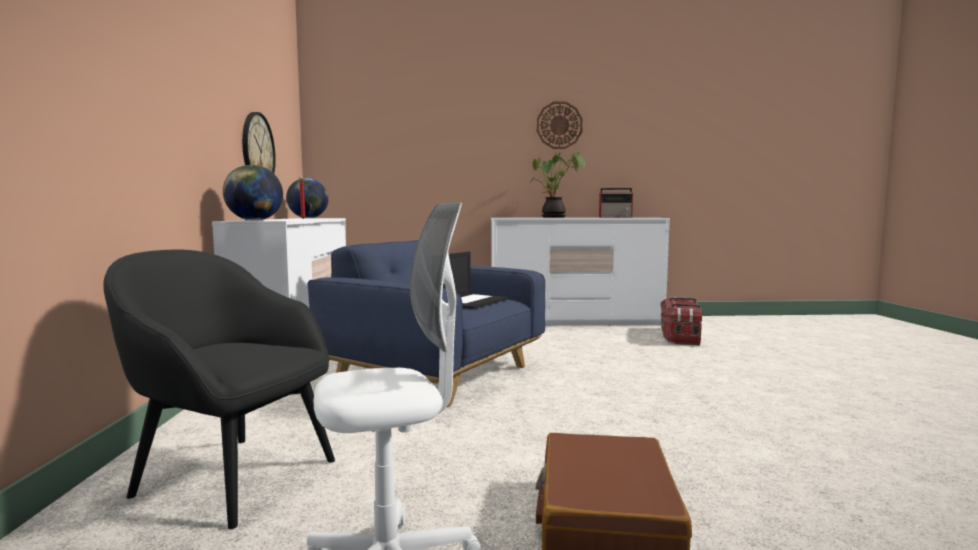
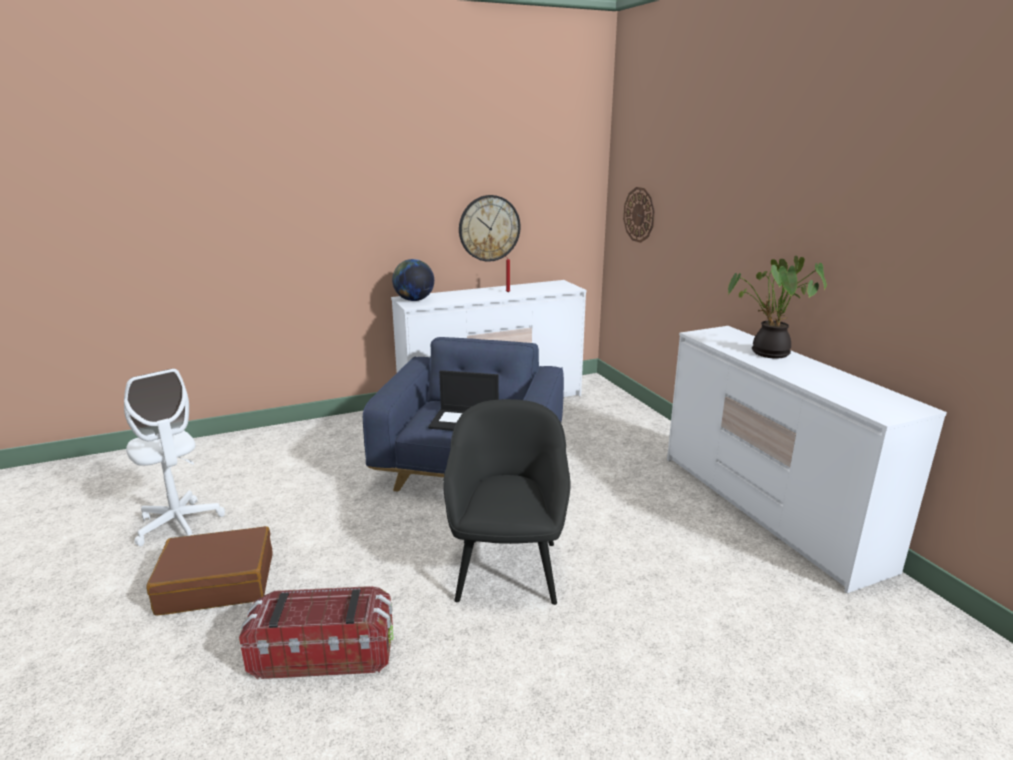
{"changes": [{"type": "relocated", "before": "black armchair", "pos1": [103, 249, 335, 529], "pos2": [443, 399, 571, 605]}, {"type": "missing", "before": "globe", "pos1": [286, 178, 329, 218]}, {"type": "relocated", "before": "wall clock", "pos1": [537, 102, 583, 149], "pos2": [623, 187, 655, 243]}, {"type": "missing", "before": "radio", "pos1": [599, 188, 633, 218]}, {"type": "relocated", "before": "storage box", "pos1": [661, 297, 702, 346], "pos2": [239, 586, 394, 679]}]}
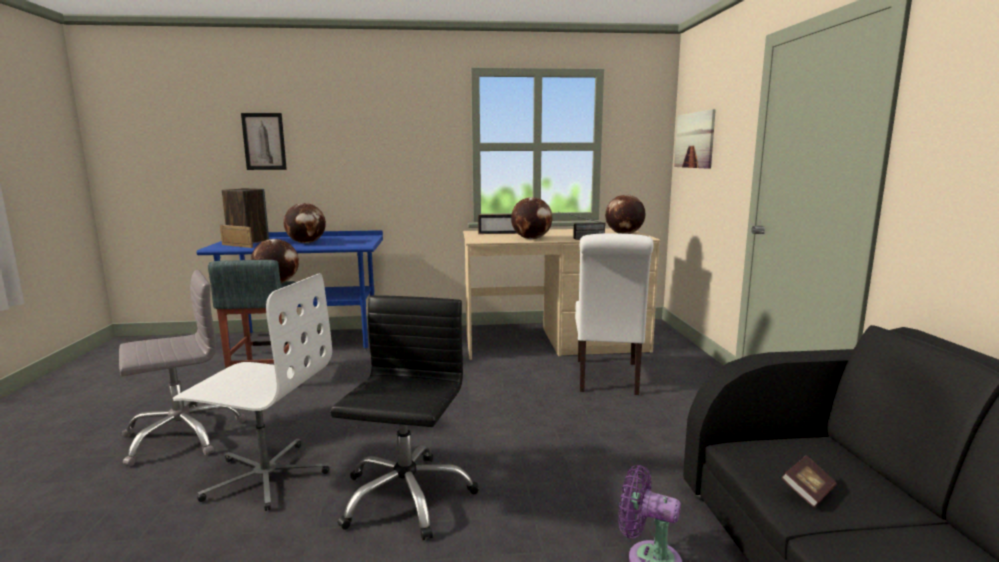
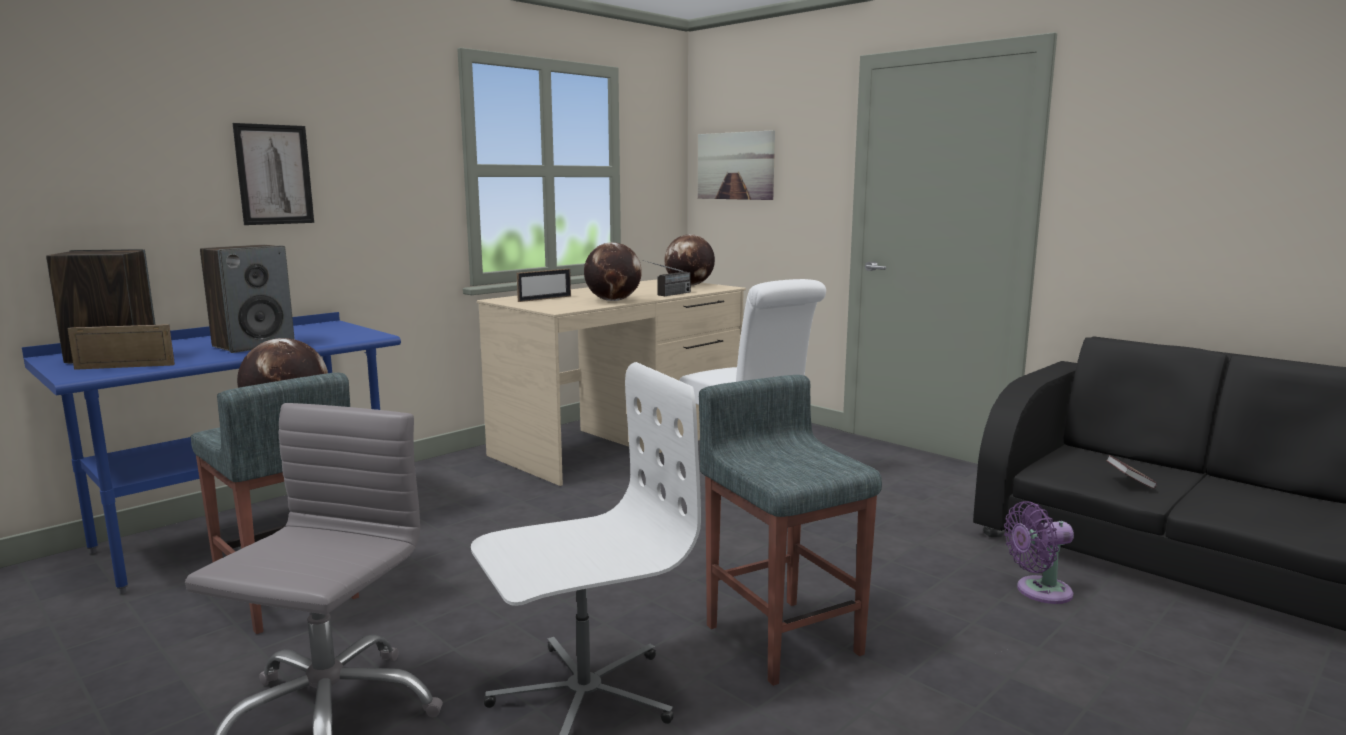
{"changes": [{"type": "relocated", "before": "picture", "pos1": [241, 113, 287, 170], "pos2": [232, 123, 314, 225]}, {"type": "exchanged", "before": "globe", "after": "speaker", "pos1": [284, 203, 326, 243], "pos2": [200, 244, 295, 353]}, {"type": "exchanged", "before": "black office chair", "after": "grey stool", "pos1": [330, 295, 479, 540], "pos2": [699, 375, 882, 686]}]}
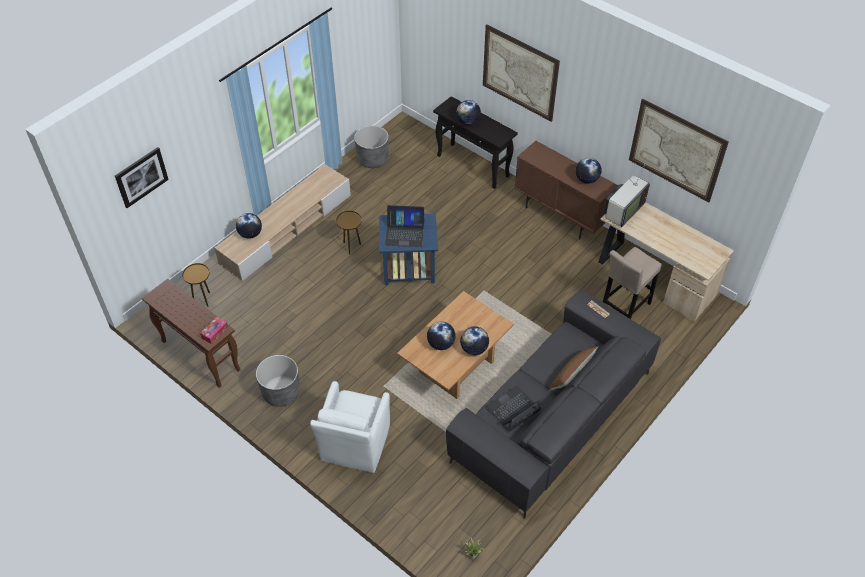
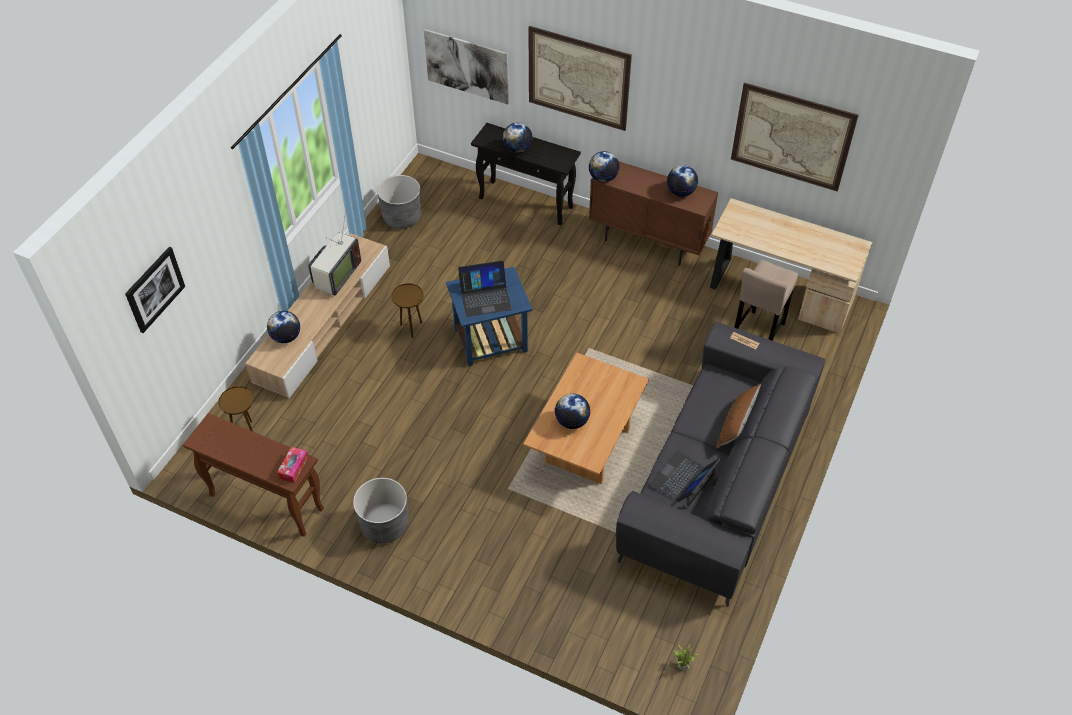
{"changes": [{"type": "missing", "before": "white armchair", "pos1": [310, 381, 390, 473]}, {"type": "relocated", "before": "globe", "pos1": [460, 327, 489, 355], "pos2": [589, 151, 620, 182]}, {"type": "relocated", "before": "television", "pos1": [604, 162, 650, 227], "pos2": [308, 218, 361, 296]}, {"type": "appeared", "after": "picture", "pos2": [424, 29, 509, 104]}]}
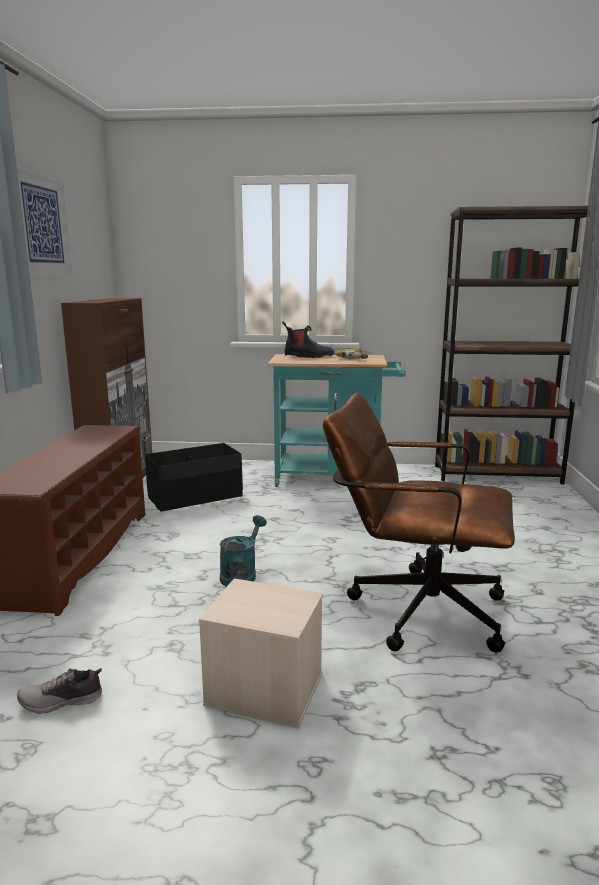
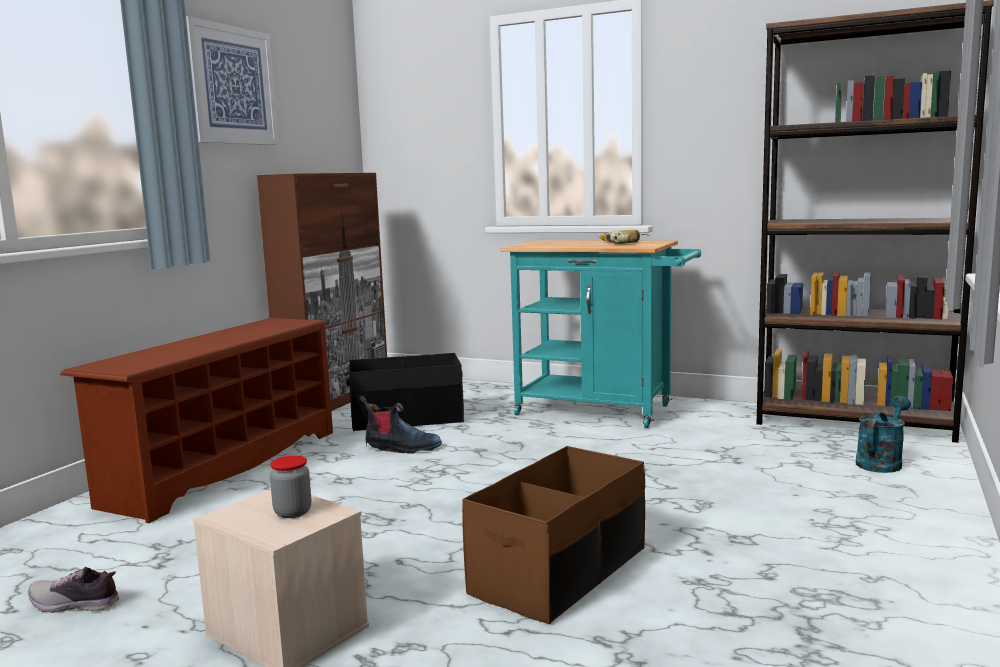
{"changes": [{"type": "relocated", "before": "turquoise watering can", "pos1": [219, 515, 267, 586], "pos2": [856, 396, 911, 473]}, {"type": "relocated", "before": "boot", "pos1": [282, 321, 335, 358], "pos2": [359, 395, 442, 454]}, {"type": "exchanged", "before": "brown office chair", "after": "brown storage box", "pos1": [323, 393, 515, 653], "pos2": [462, 446, 645, 624]}, {"type": "appeared", "after": "jar", "pos2": [270, 455, 311, 518]}]}
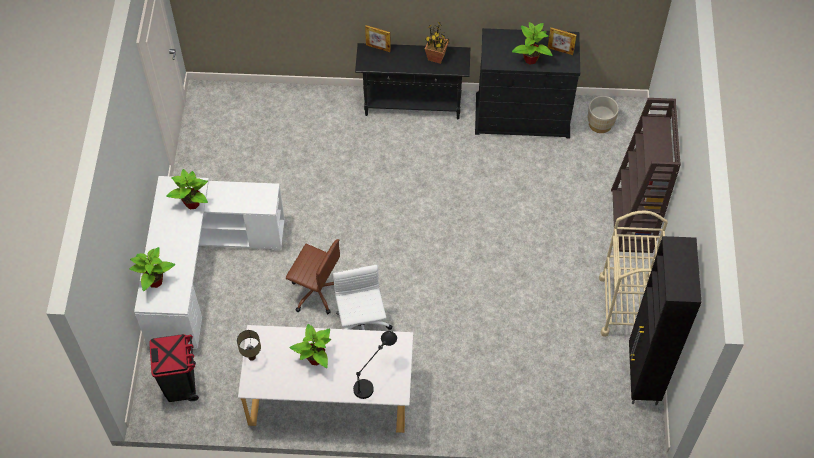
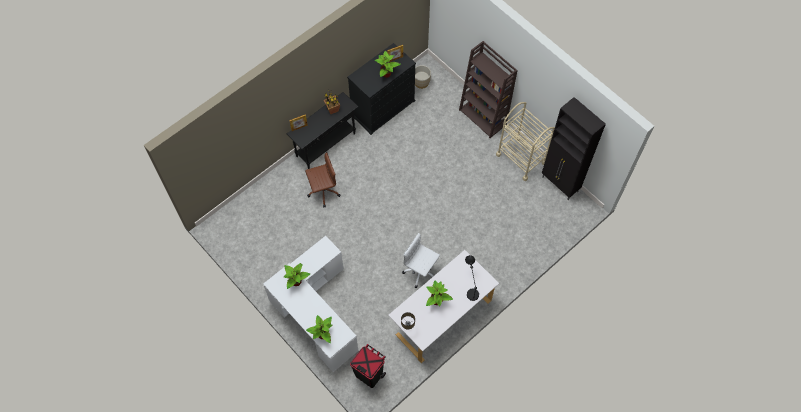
{"changes": [{"type": "relocated", "before": "brown office chair", "pos1": [286, 239, 340, 315], "pos2": [305, 152, 340, 207]}]}
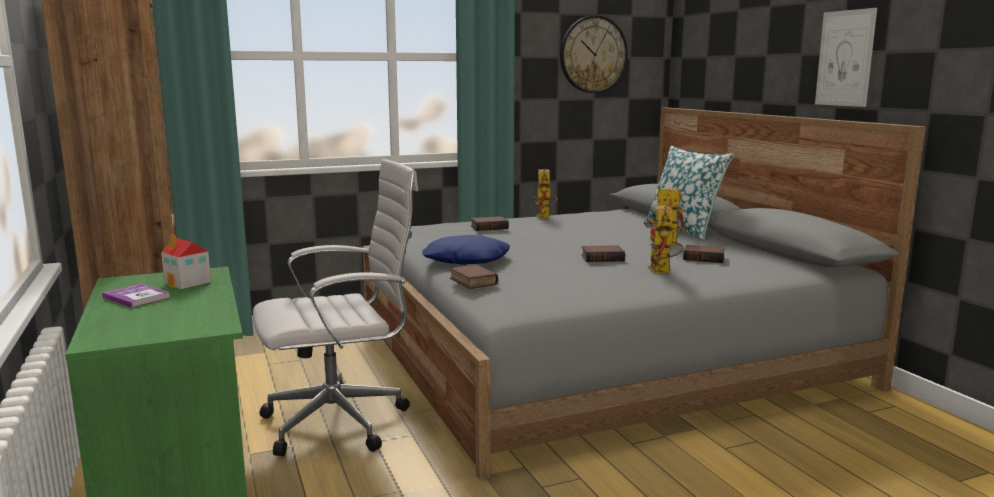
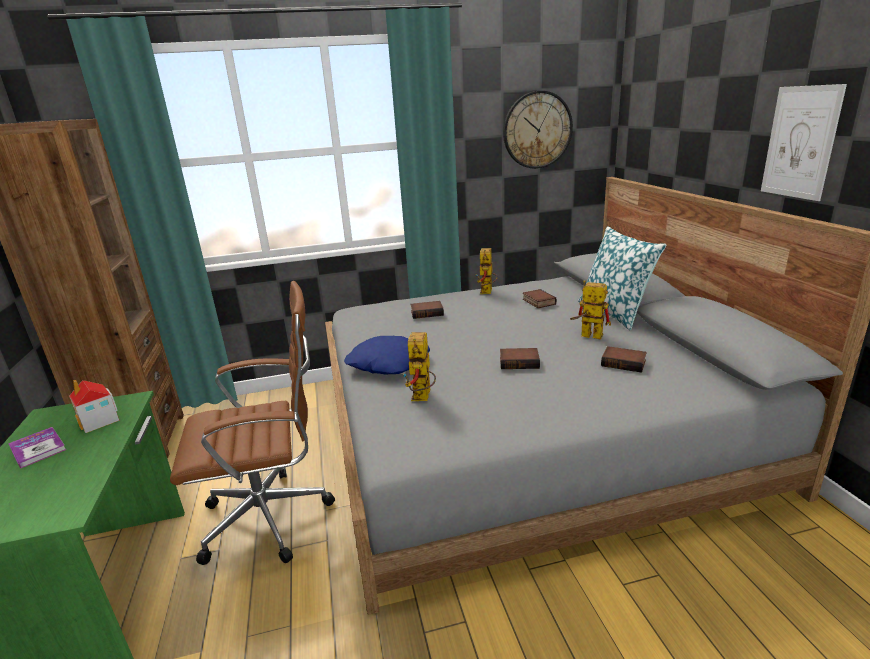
{"changes": [{"type": "colour", "before": "white office chair", "after": "brown office chair", "pos1": [253, 159, 418, 456], "pos2": [170, 281, 335, 565]}, {"type": "relocated", "before": "book", "pos1": [450, 264, 498, 289], "pos2": [523, 289, 557, 308]}, {"type": "relocated", "before": "toy robot", "pos1": [648, 206, 683, 273], "pos2": [403, 332, 436, 401]}]}
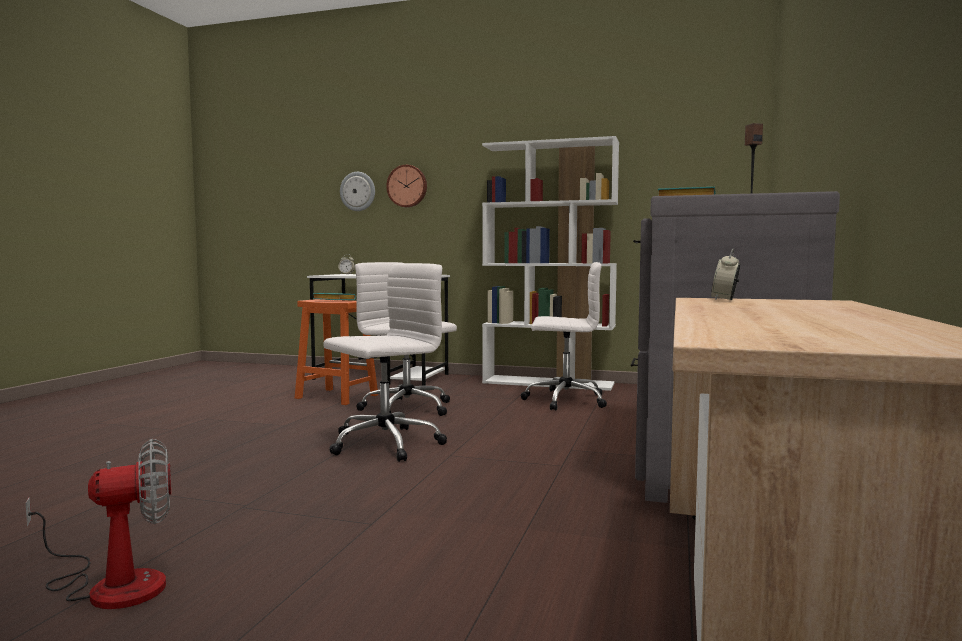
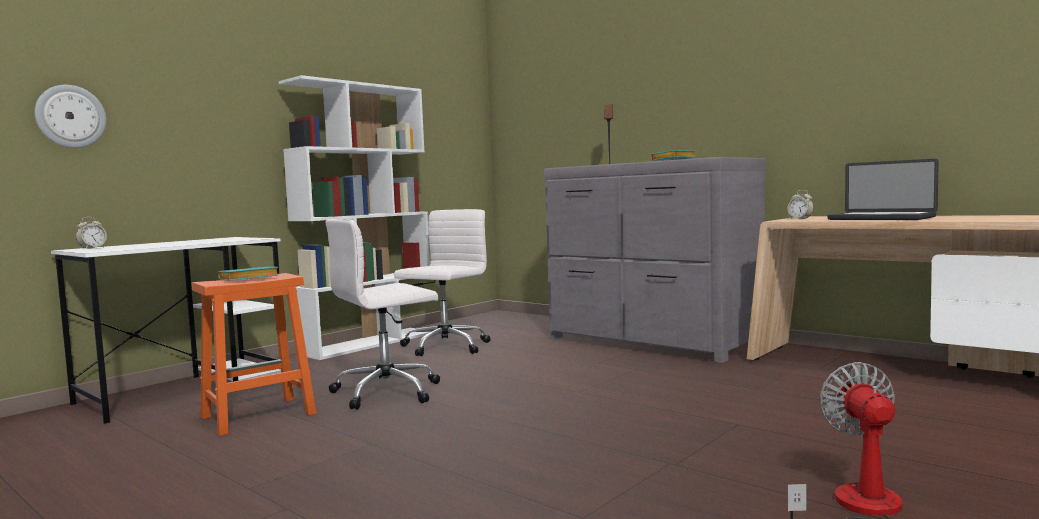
{"changes": [{"type": "missing", "before": "white office chair", "pos1": [323, 263, 447, 462]}, {"type": "missing", "before": "wall clock", "pos1": [386, 165, 427, 208]}, {"type": "appeared", "after": "laptop", "pos2": [827, 159, 939, 220]}]}
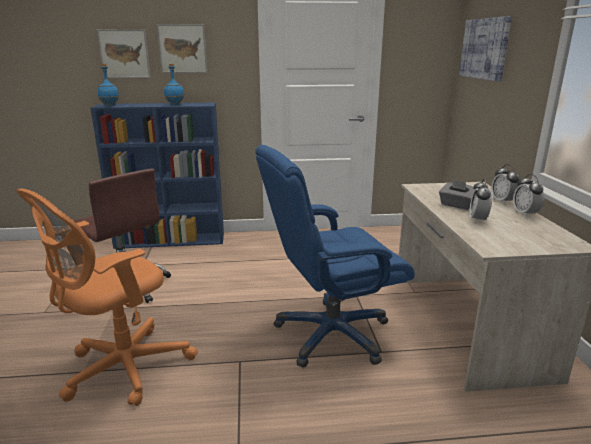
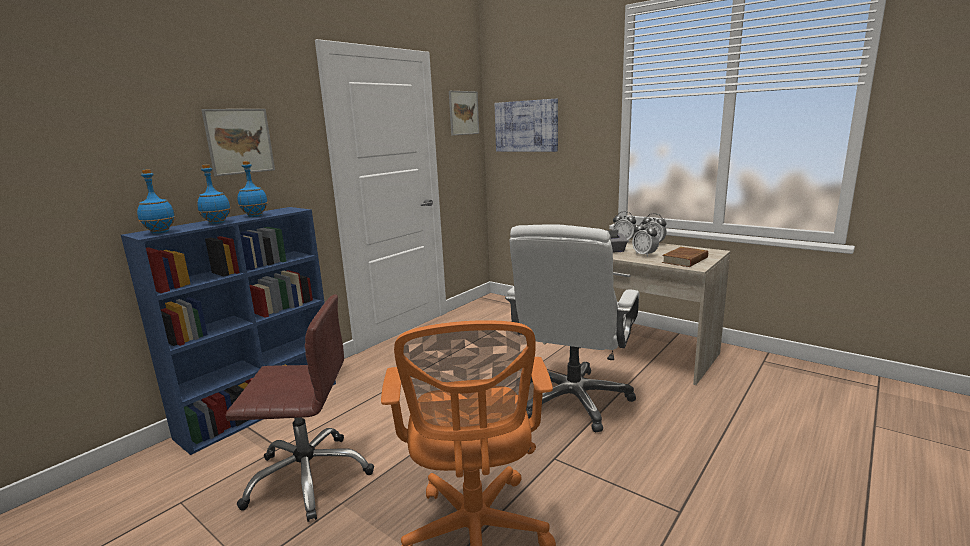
{"changes": [{"type": "relocated", "before": "picture", "pos1": [97, 29, 151, 78], "pos2": [449, 91, 479, 136]}, {"type": "colour", "before": "blue office chair", "after": "white office chair", "pos1": [255, 145, 415, 367], "pos2": [505, 224, 640, 432]}, {"type": "appeared", "after": "blue bottle", "pos2": [197, 164, 231, 224]}, {"type": "appeared", "after": "brown book", "pos2": [662, 247, 708, 267]}]}
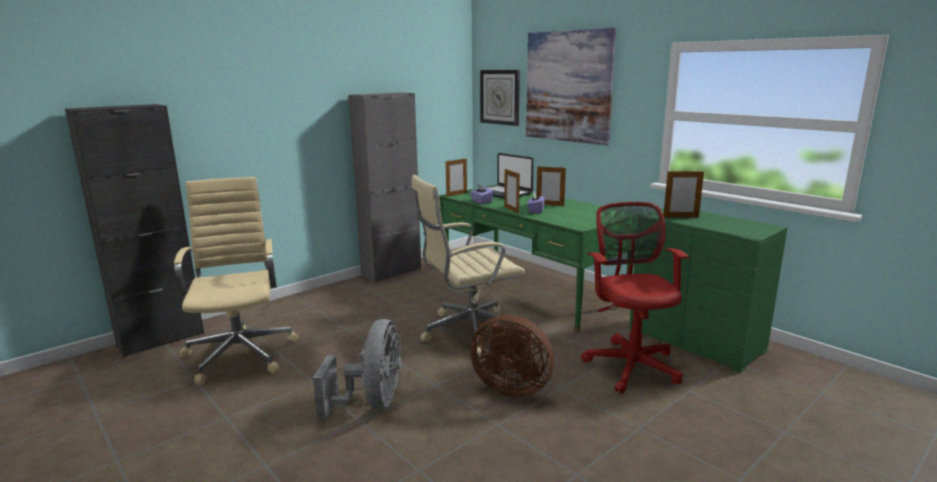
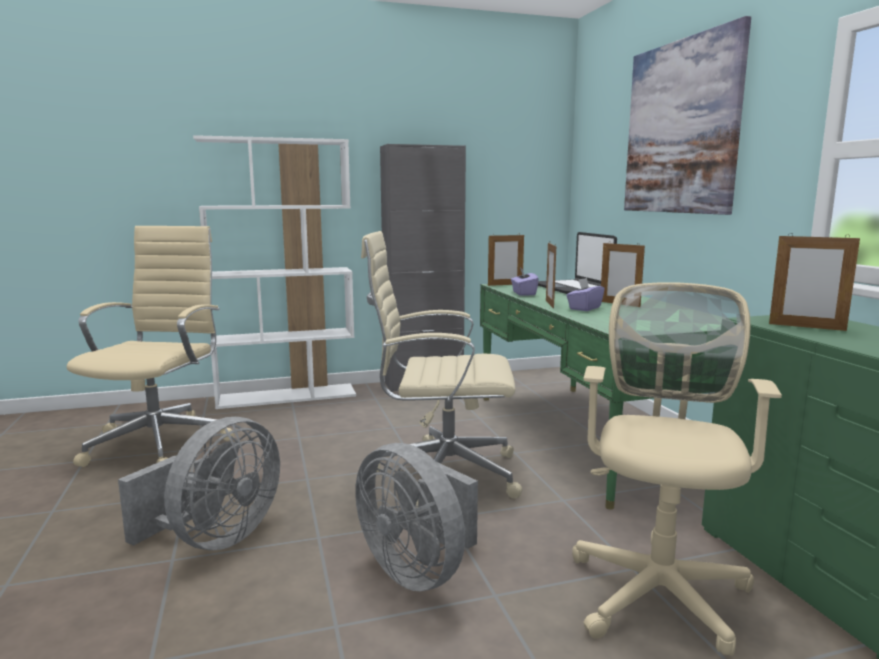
{"changes": [{"type": "missing", "before": "black cabinet", "pos1": [65, 104, 204, 358]}, {"type": "colour", "before": "brown fan", "after": "grey fan", "pos1": [470, 315, 554, 397], "pos2": [355, 443, 478, 591]}, {"type": "missing", "before": "wall clock", "pos1": [480, 70, 520, 126]}, {"type": "colour", "before": "red office chair", "after": "beige office chair", "pos1": [581, 202, 690, 394], "pos2": [572, 282, 782, 656]}, {"type": "appeared", "after": "white bookcase", "pos2": [193, 135, 356, 409]}]}
